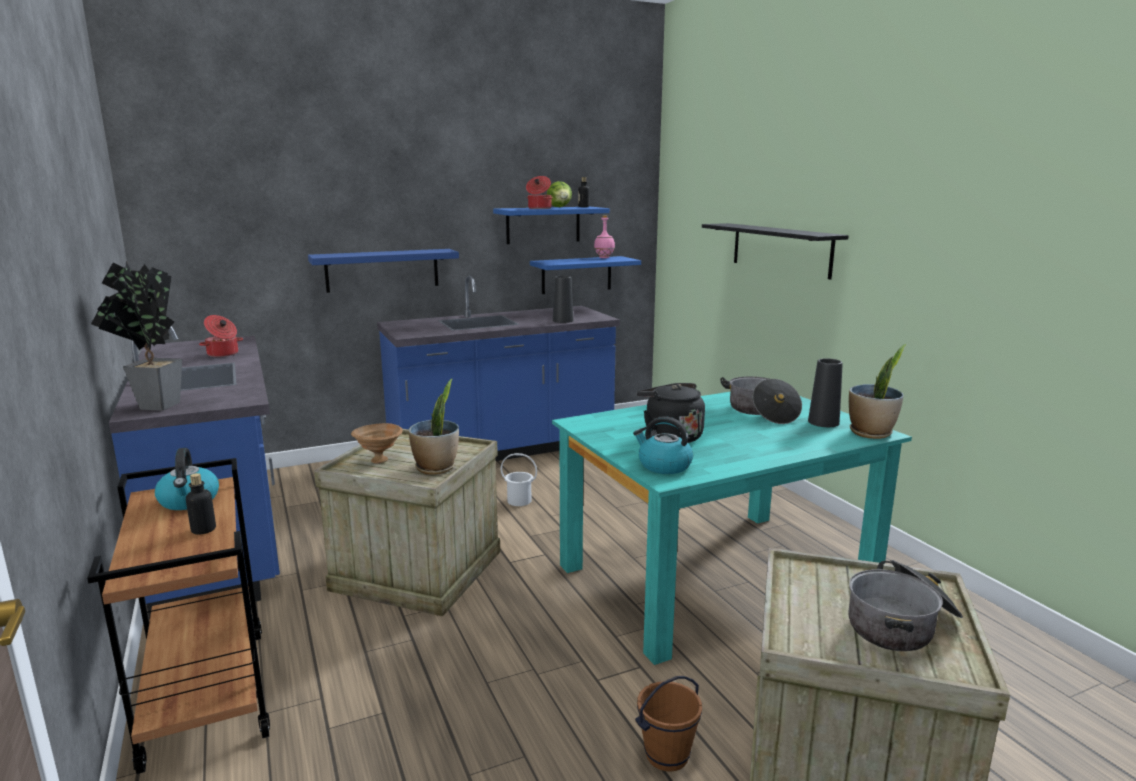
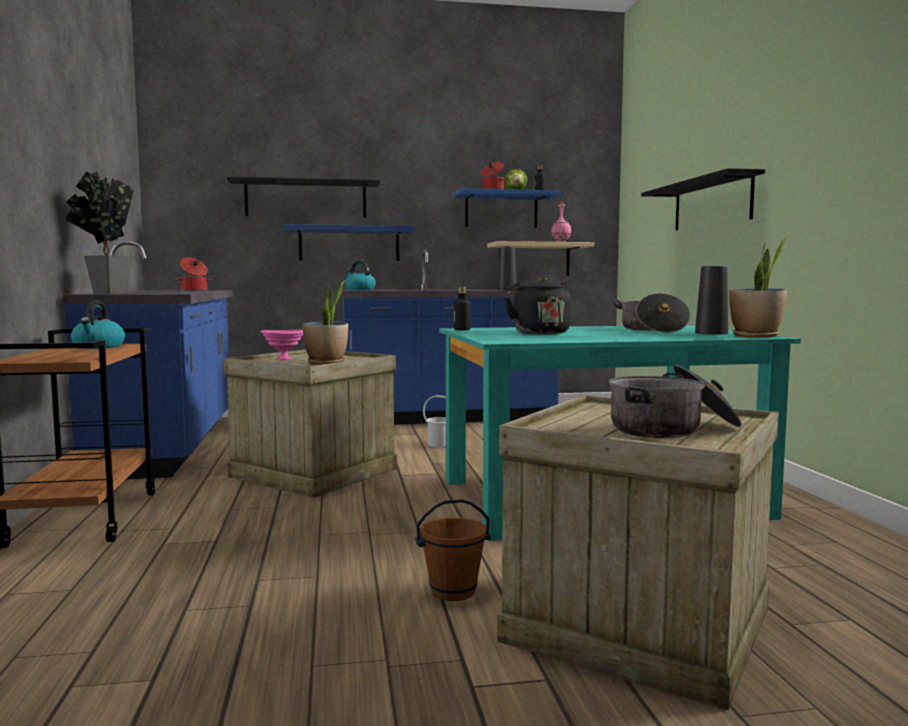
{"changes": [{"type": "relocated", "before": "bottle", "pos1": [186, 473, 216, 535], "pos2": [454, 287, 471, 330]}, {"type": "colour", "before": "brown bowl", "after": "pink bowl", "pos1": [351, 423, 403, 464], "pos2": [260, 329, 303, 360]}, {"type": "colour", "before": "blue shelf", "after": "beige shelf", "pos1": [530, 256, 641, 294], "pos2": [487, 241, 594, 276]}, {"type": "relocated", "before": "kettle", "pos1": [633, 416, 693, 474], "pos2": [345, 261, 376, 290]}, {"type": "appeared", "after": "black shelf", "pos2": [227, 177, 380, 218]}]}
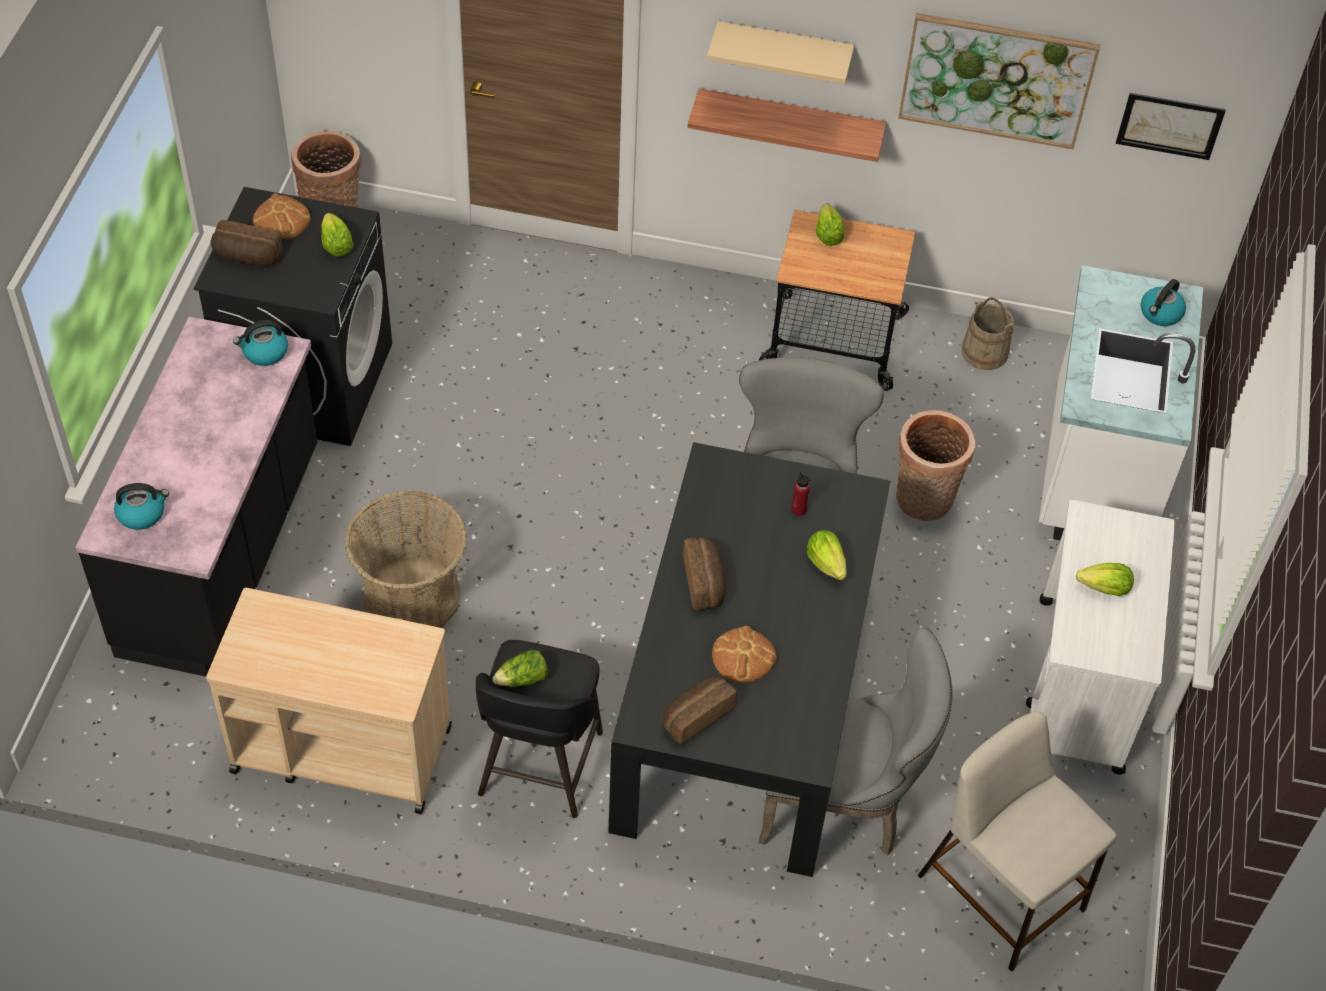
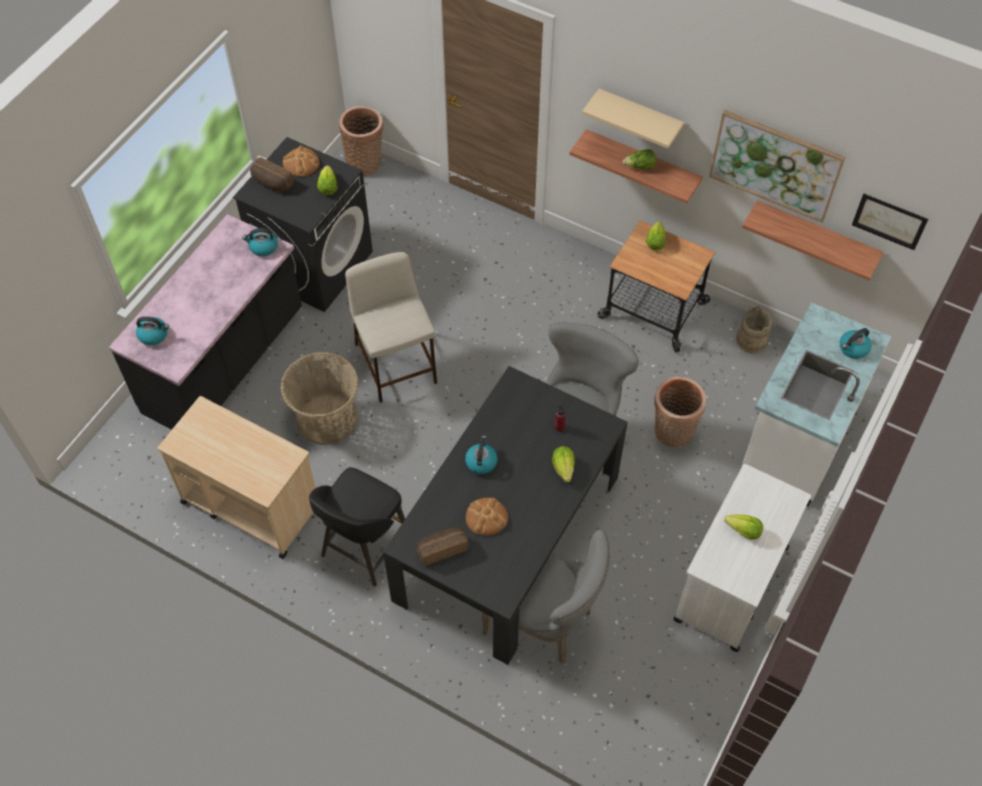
{"changes": [{"type": "relocated", "before": "lettuce", "pos1": [492, 650, 548, 687], "pos2": [623, 149, 656, 169]}, {"type": "exchanged", "before": "bread", "after": "kettle", "pos1": [683, 537, 726, 611], "pos2": [465, 435, 497, 474]}, {"type": "relocated", "before": "beige stool", "pos1": [918, 712, 1117, 972], "pos2": [345, 252, 437, 403]}, {"type": "appeared", "after": "shelf", "pos2": [742, 200, 884, 280]}]}
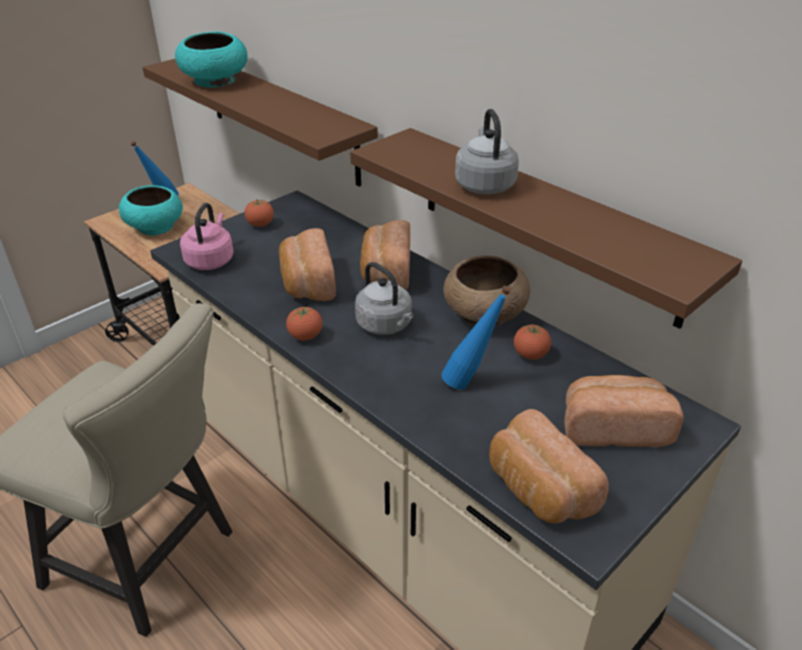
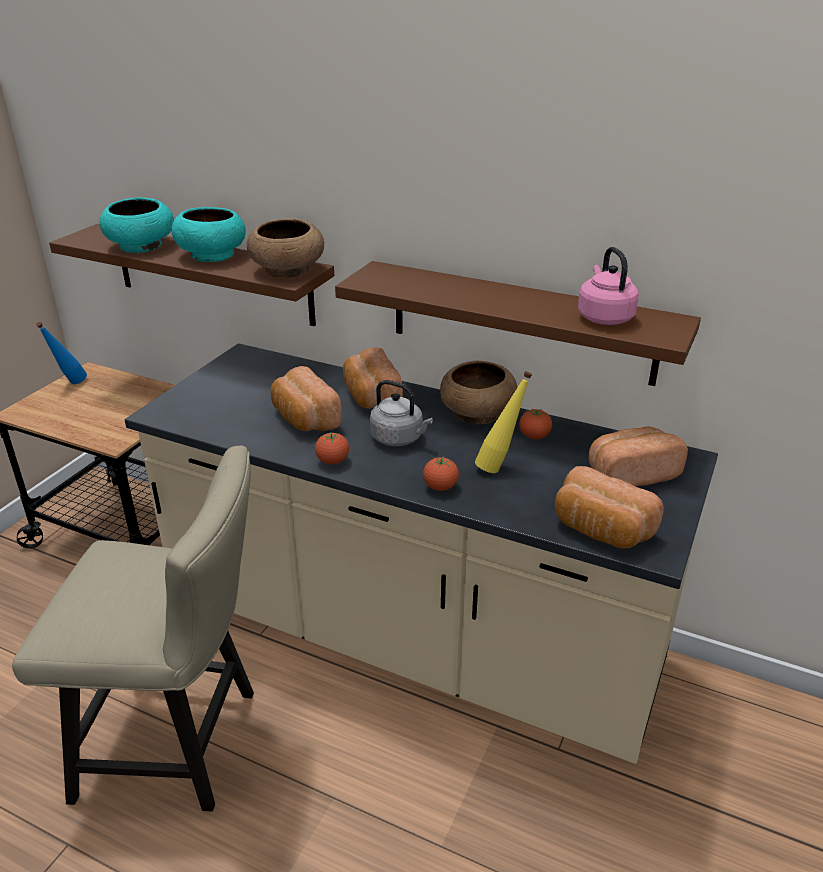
{"changes": [{"type": "relocated", "before": "turquoise bowl", "pos1": [119, 185, 183, 235], "pos2": [171, 207, 246, 262]}, {"type": "relocated", "before": "pink kettle", "pos1": [180, 203, 234, 270], "pos2": [578, 247, 639, 325]}, {"type": "relocated", "before": "tomato", "pos1": [244, 199, 274, 227], "pos2": [423, 456, 459, 491]}, {"type": "colour", "before": "blue bottle", "after": "yellow bottle", "pos1": [441, 286, 511, 389], "pos2": [475, 371, 532, 473]}, {"type": "missing", "before": "grey kettle", "pos1": [455, 109, 519, 195]}, {"type": "appeared", "after": "brown bowl", "pos2": [247, 218, 324, 278]}]}
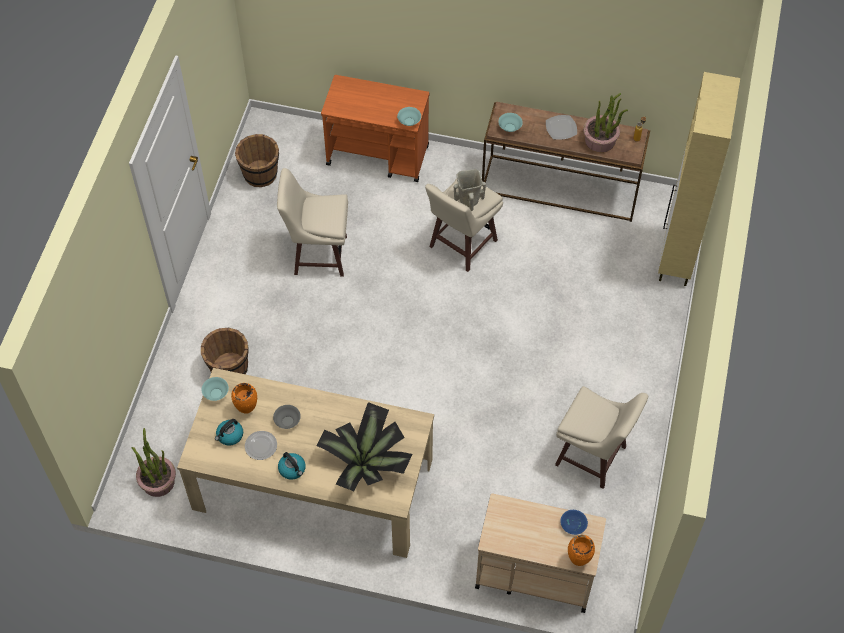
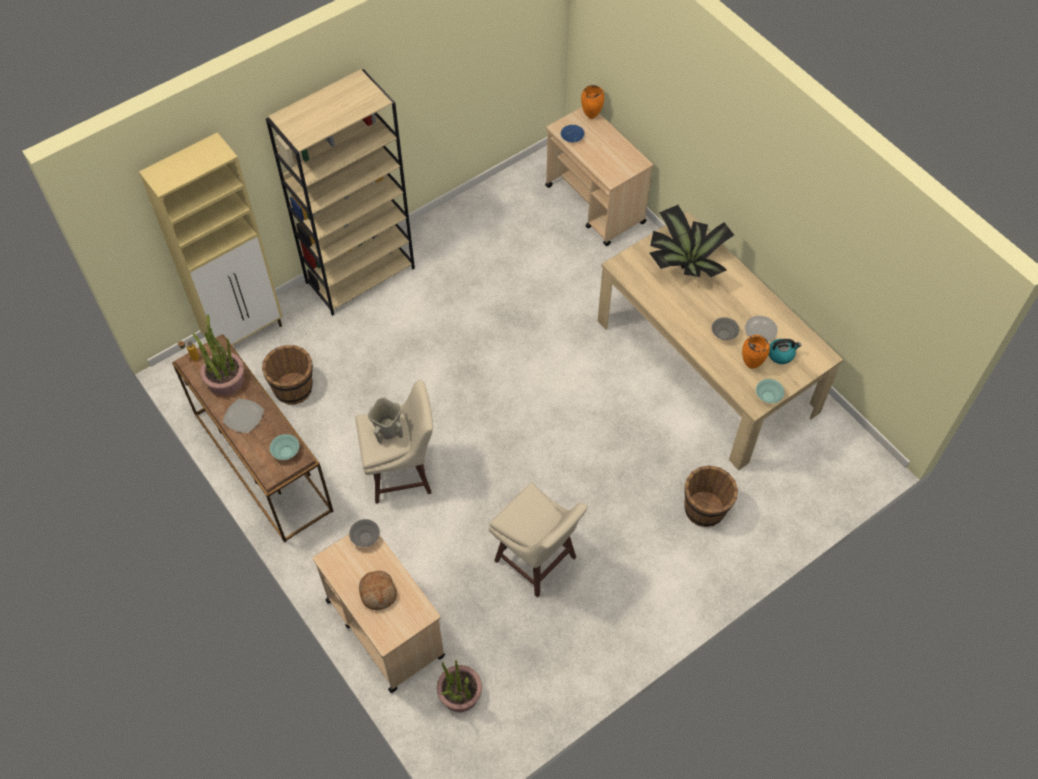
{"changes": [{"type": "relocated", "before": "potted plant", "pos1": [132, 428, 176, 497], "pos2": [437, 660, 482, 712]}, {"type": "relocated", "before": "brown bucket", "pos1": [235, 134, 279, 187], "pos2": [262, 345, 313, 404]}, {"type": "missing", "before": "kettle", "pos1": [278, 452, 306, 480]}, {"type": "colour", "before": "orange cart", "after": "beige cart", "pos1": [321, 75, 429, 182], "pos2": [313, 534, 445, 693]}, {"type": "colour", "before": "turquoise bowl", "after": "grey bowl", "pos1": [397, 107, 421, 126], "pos2": [349, 519, 380, 547]}, {"type": "missing", "before": "beige stool", "pos1": [555, 386, 648, 489]}, {"type": "appeared", "after": "beige bookcase", "pos2": [266, 69, 415, 316]}, {"type": "appeared", "after": "bread", "pos2": [359, 571, 397, 610]}]}
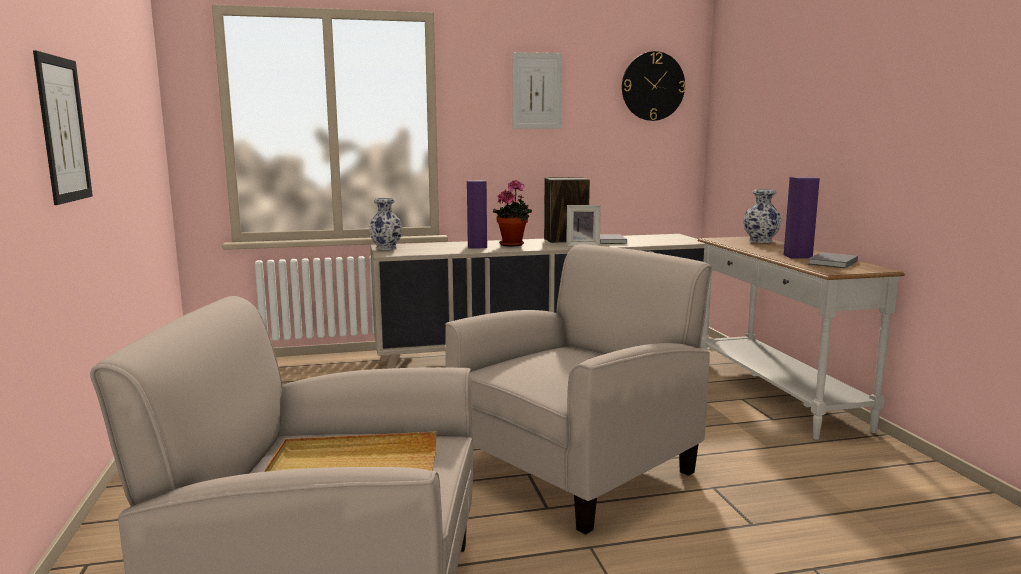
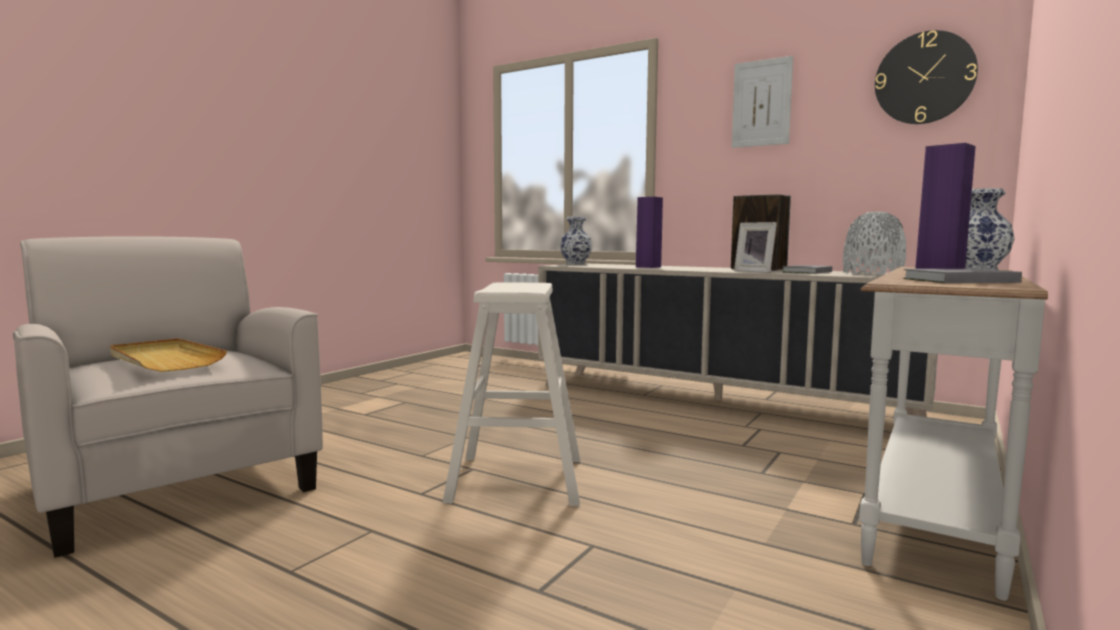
{"changes": [{"type": "missing", "before": "picture", "pos1": [33, 50, 93, 205]}, {"type": "exchanged", "before": "beige armchair", "after": "beige stool", "pos1": [445, 244, 712, 534], "pos2": [443, 282, 580, 506]}, {"type": "missing", "before": "potted plant", "pos1": [493, 180, 532, 246]}, {"type": "appeared", "after": "grey vase", "pos2": [843, 212, 906, 275]}]}
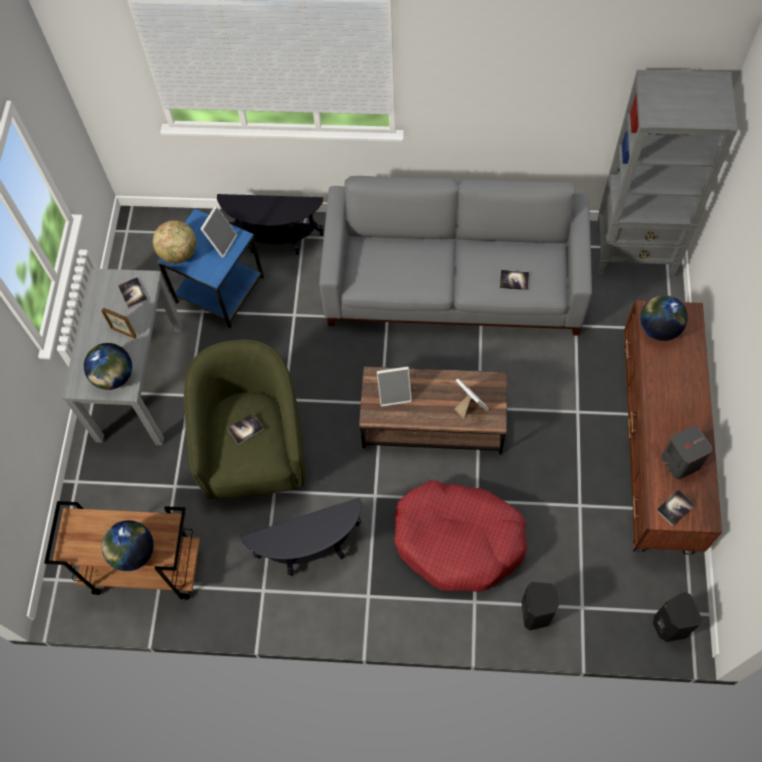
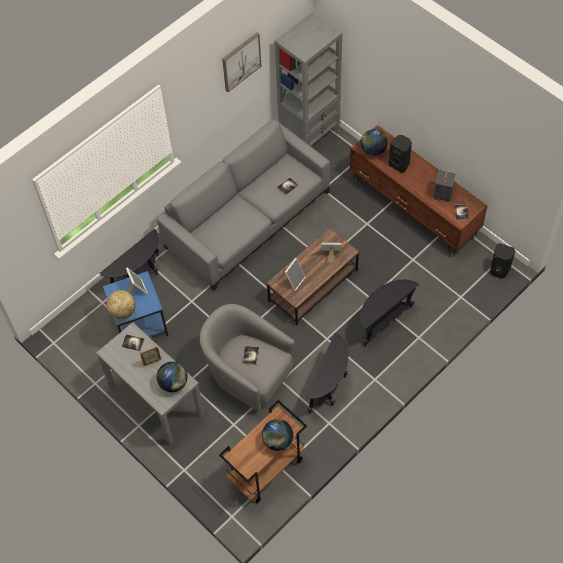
{"changes": [{"type": "colour", "before": "green armchair", "after": "grey armchair", "pos1": [184, 339, 306, 499], "pos2": [200, 304, 295, 411]}, {"type": "exchanged", "before": "red dog bed", "after": "black side table", "pos1": [394, 480, 528, 592], "pos2": [360, 280, 419, 346]}, {"type": "relocated", "before": "black speaker", "pos1": [521, 582, 559, 630], "pos2": [389, 135, 412, 173]}, {"type": "appeared", "after": "picture", "pos2": [222, 33, 262, 92]}]}
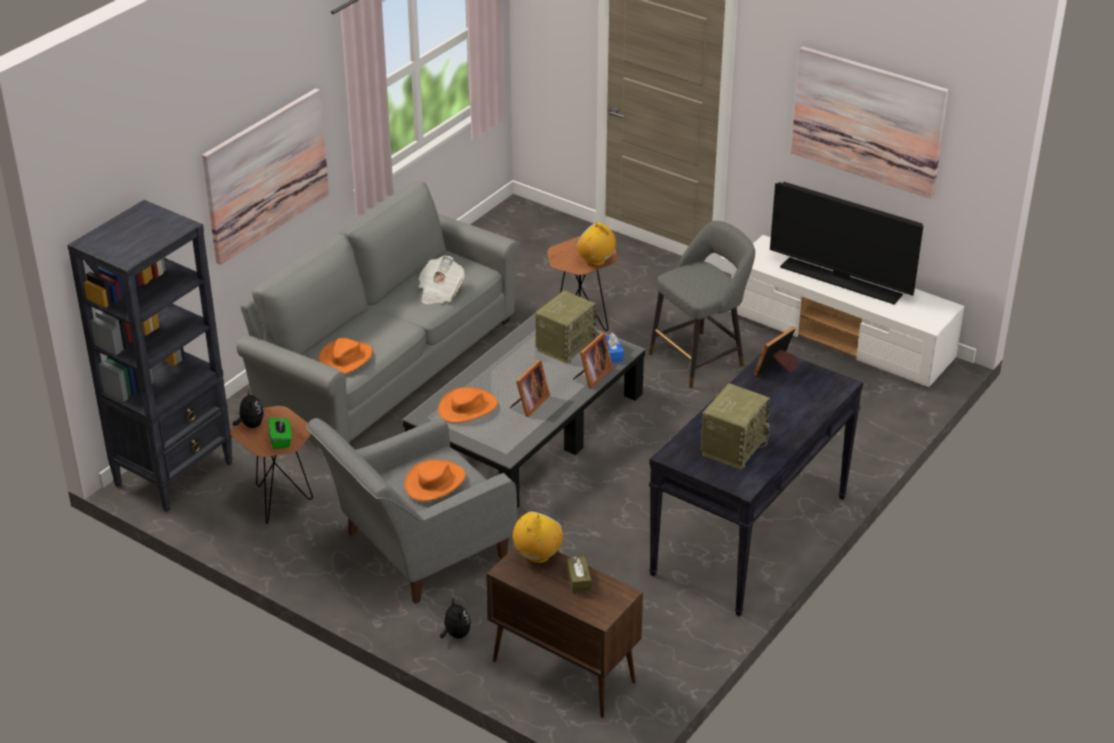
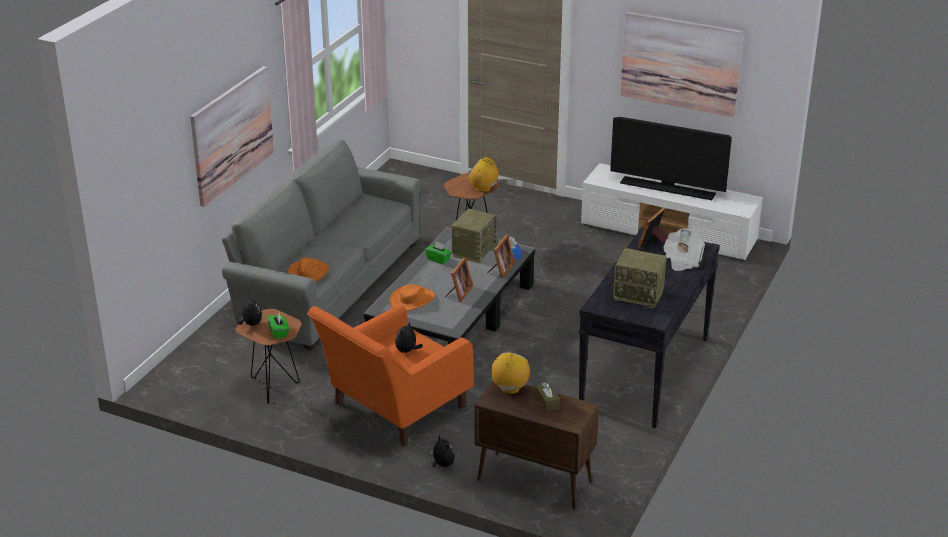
{"changes": [{"type": "missing", "before": "black bookcase", "pos1": [68, 200, 233, 512]}, {"type": "colour", "before": "grey armchair", "after": "orange armchair", "pos1": [306, 418, 517, 604], "pos2": [307, 305, 473, 447]}, {"type": "exchanged", "before": "orange hat", "after": "plush toy", "pos1": [405, 460, 466, 501], "pos2": [395, 322, 423, 353]}, {"type": "relocated", "before": "newspaper", "pos1": [418, 256, 465, 304], "pos2": [663, 228, 705, 271]}, {"type": "missing", "before": "grey stool", "pos1": [649, 221, 755, 388]}, {"type": "spun", "before": "radio", "pos1": [701, 384, 771, 469], "pos2": [613, 248, 667, 309], "turn": 90}, {"type": "appeared", "after": "green tissue box", "pos2": [425, 242, 452, 264]}]}
